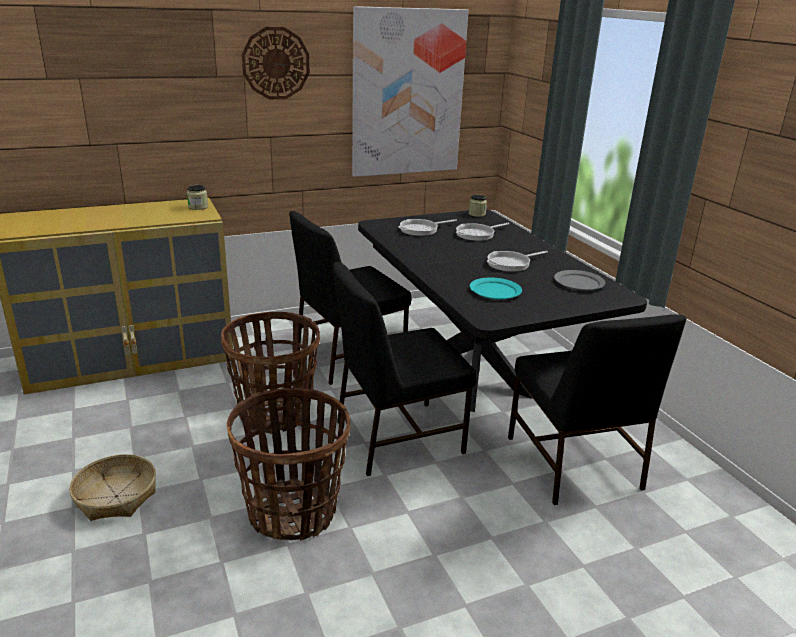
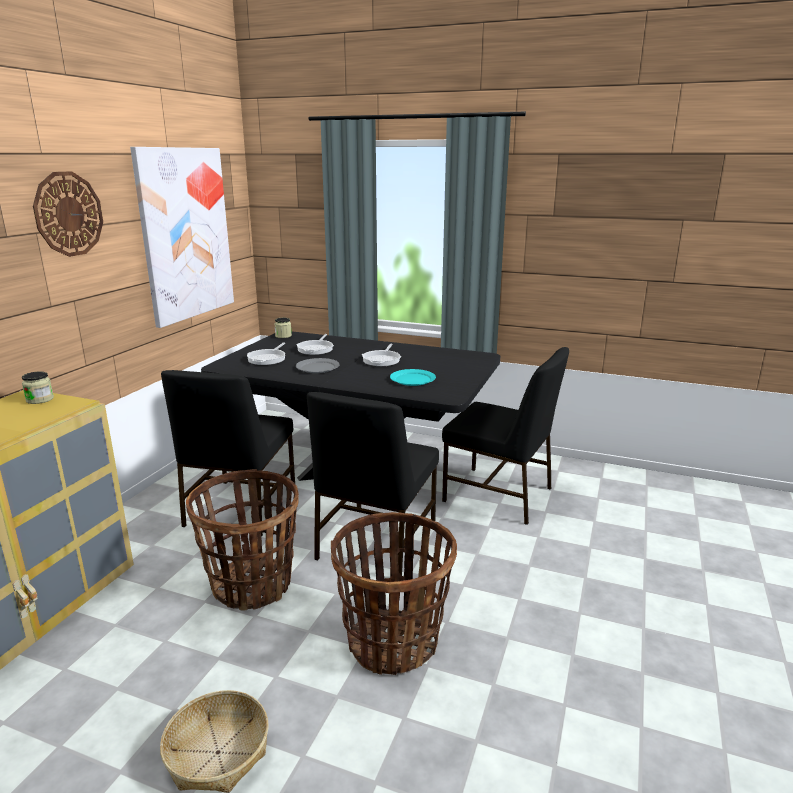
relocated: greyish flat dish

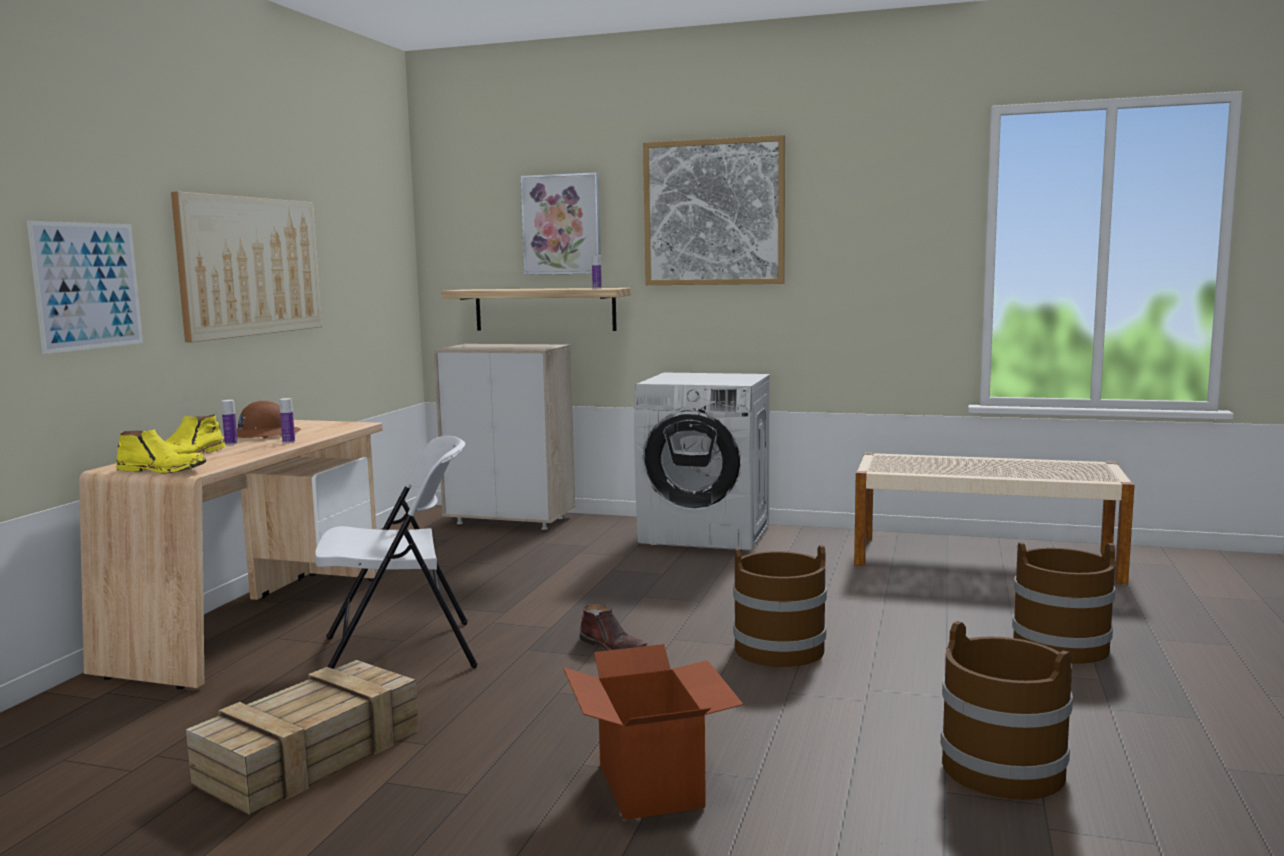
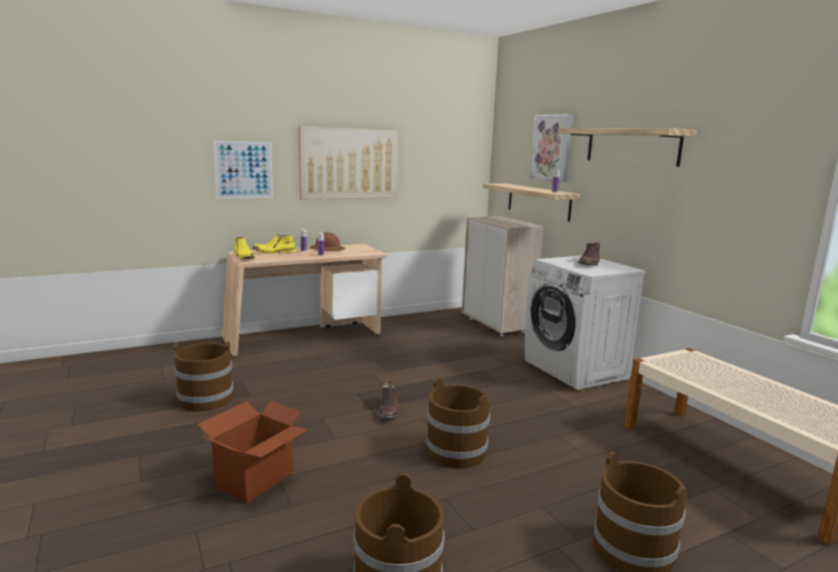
missing: white-coloured plain chair
appeared: brown-coloured tall boot (no. 2 from left)
exchanged: crate to brown-coloured bucket (no. 1 from left); picture (no. 4 from left) to wall shelf (no. 2 from left)

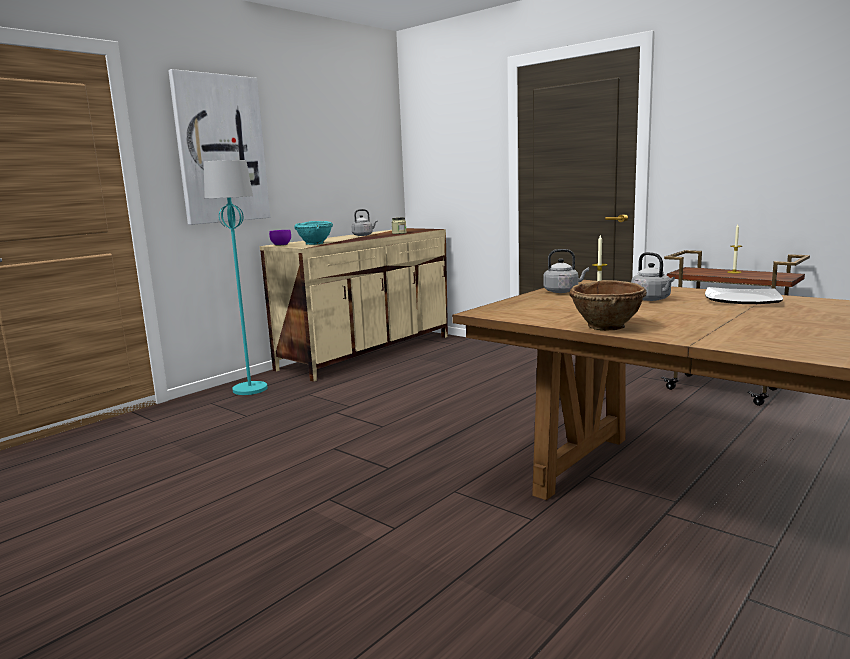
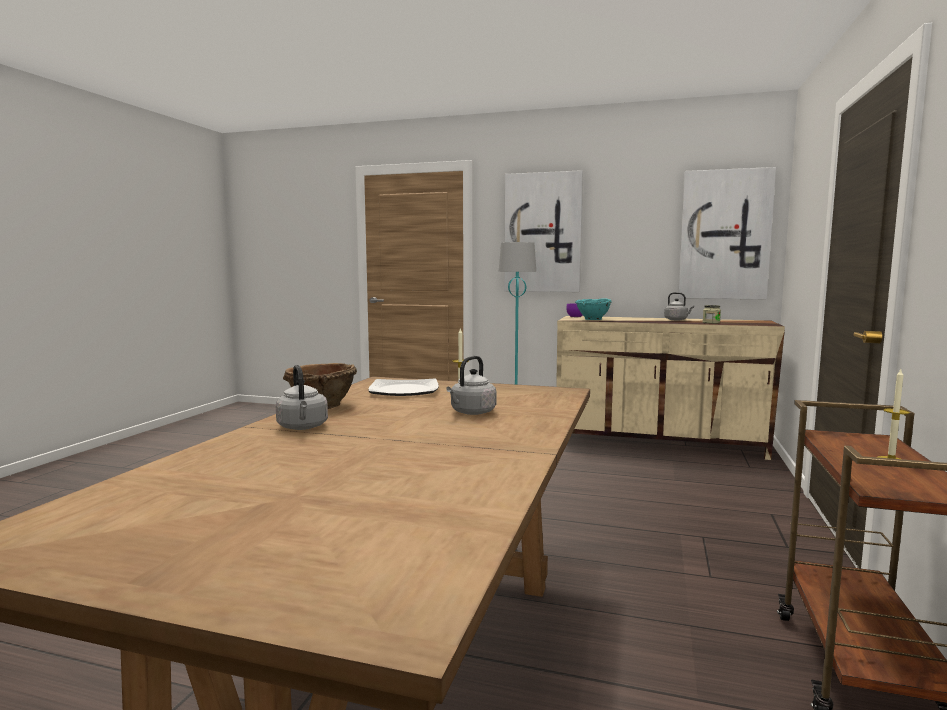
appeared: picture (no. 2 from left)
relocated: greyish water kettle (no. 2 from left in the first image) to greyish water kettle (no. 1 from left); flat dish

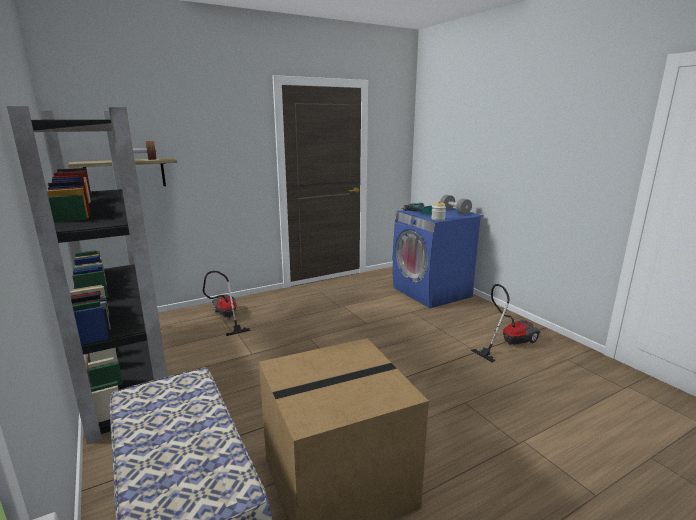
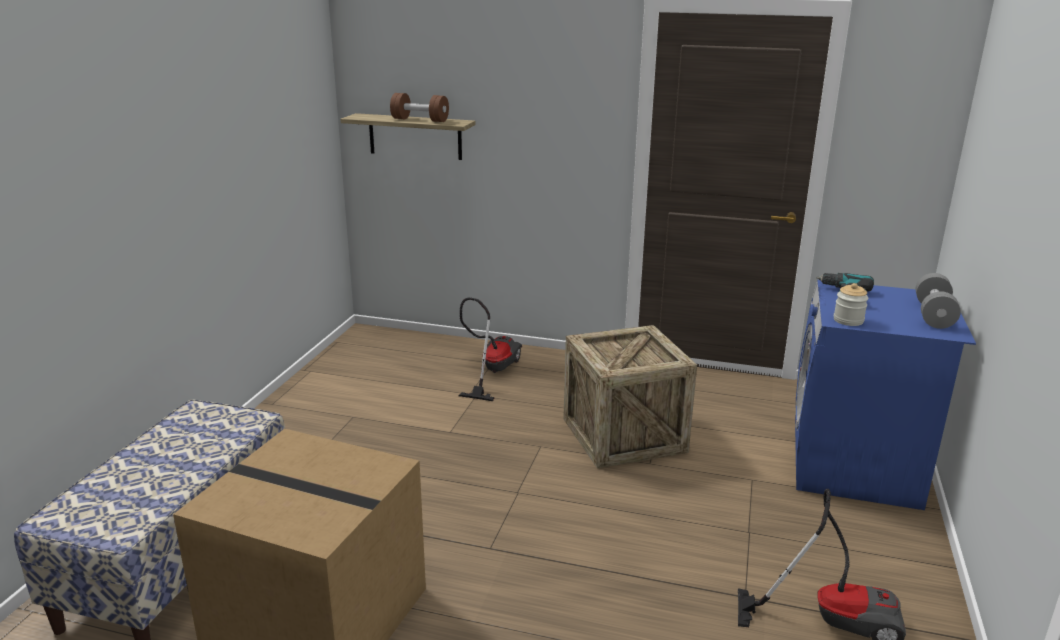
missing: black bookshelf
appeared: crate

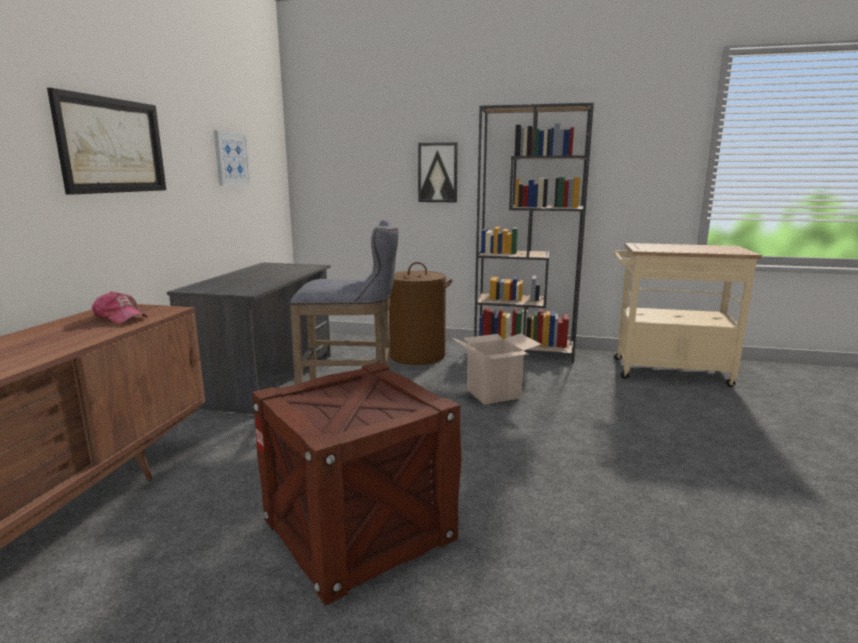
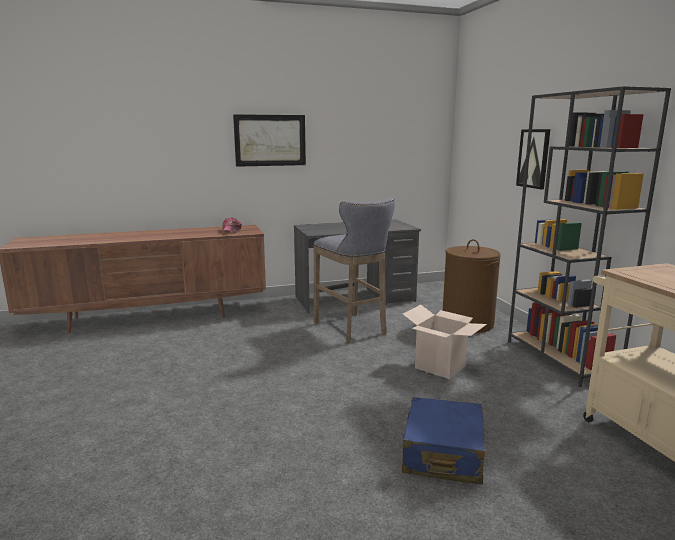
missing: picture (no. 2 from left); crate
appeared: bluish piece of luggage

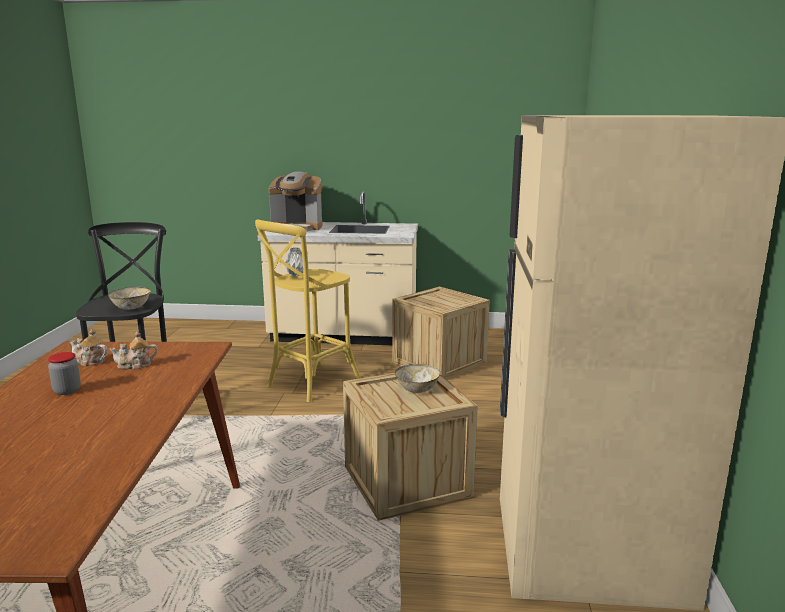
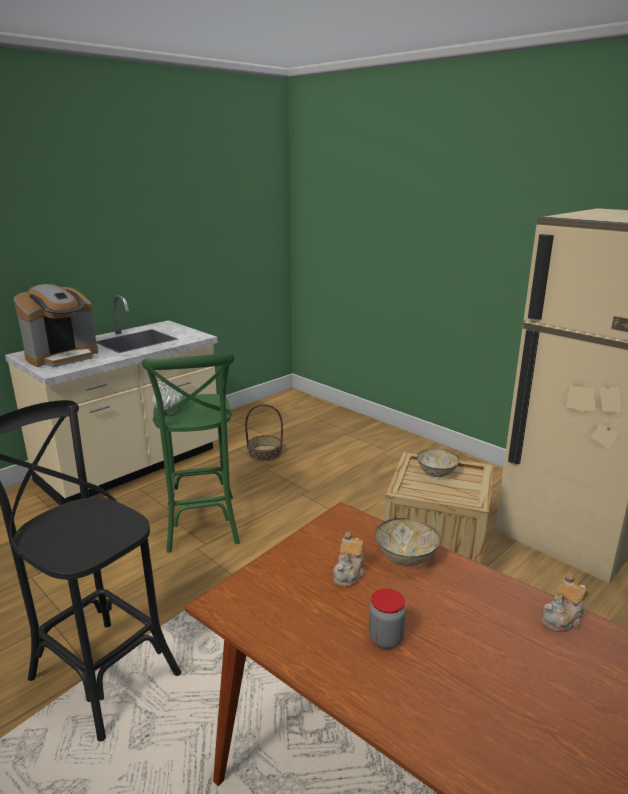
relocated: teapot (no. 1 from left in the first image) to teapot (no. 2 from left); serving bowl (no. 1 from left)
exchanged: crate (no. 2 from left) to household basket
colour: yellowish stool seat to green stool seat

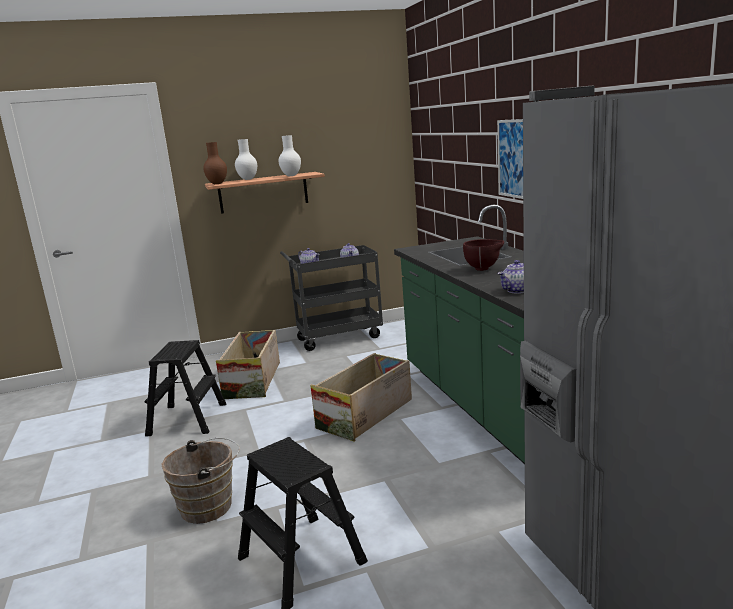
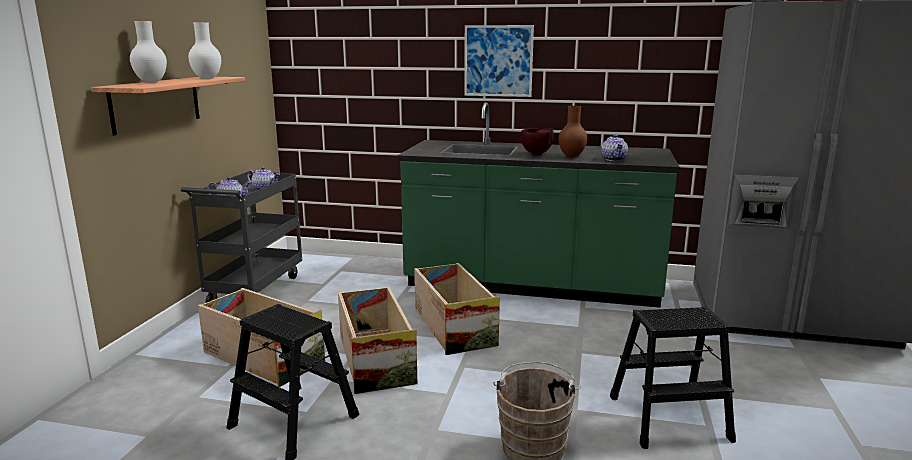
appeared: crate (no. 2 from left)
relocated: brown-coloured vase

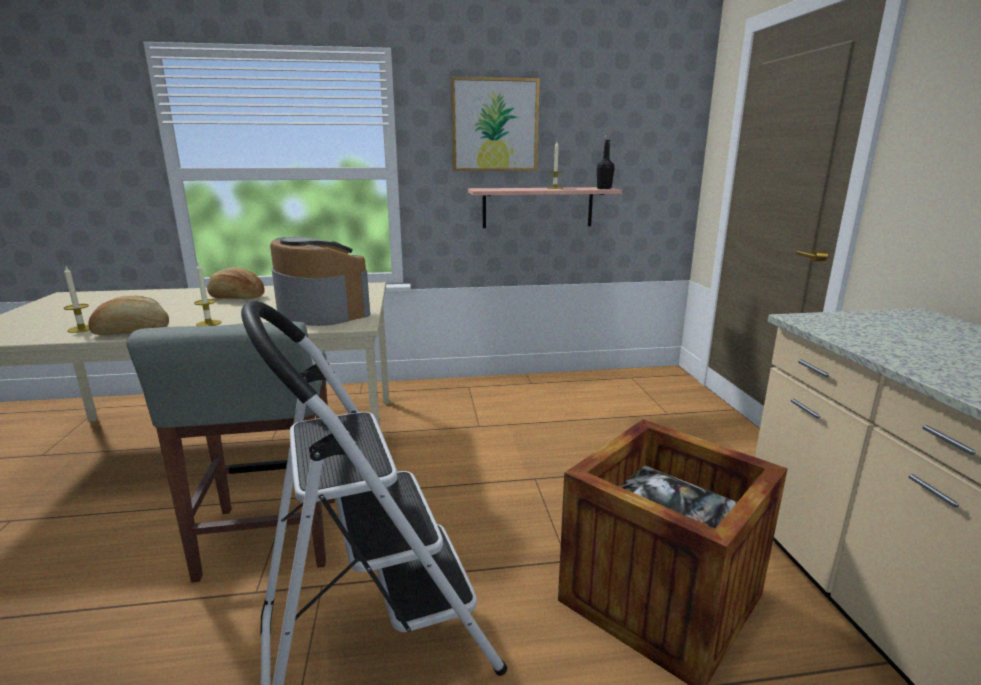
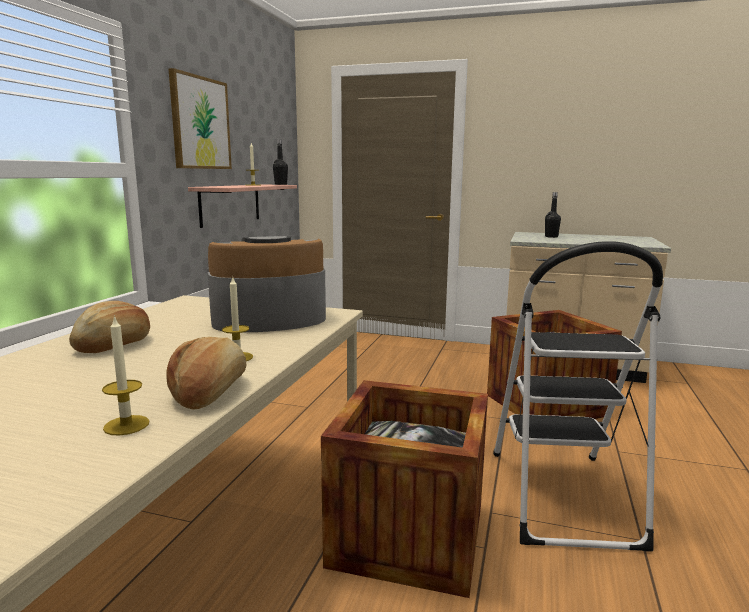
appeared: black beverage bottle (no. 2 from left)
exchanged: greyish stool seat to crate (no. 1 from left)

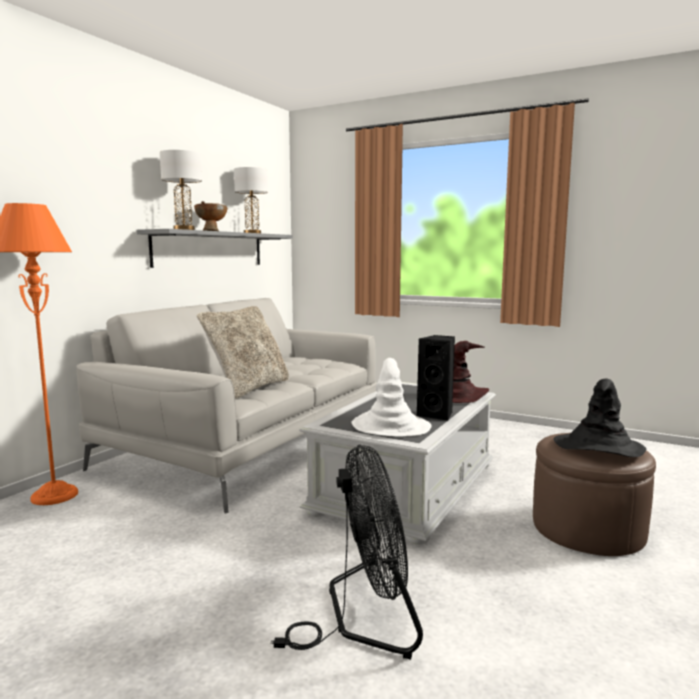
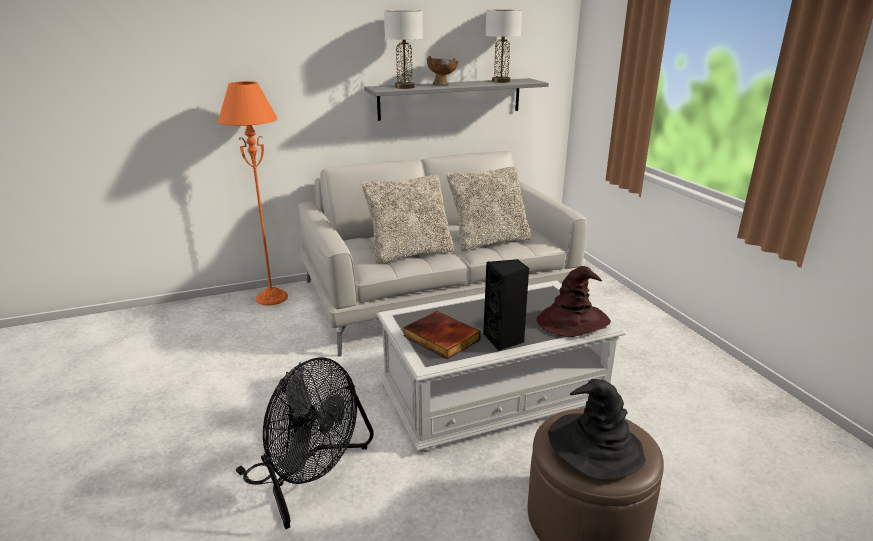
appeared: beige pillow (no. 2 from left)
exchanged: white-coloured clothing hat to volume

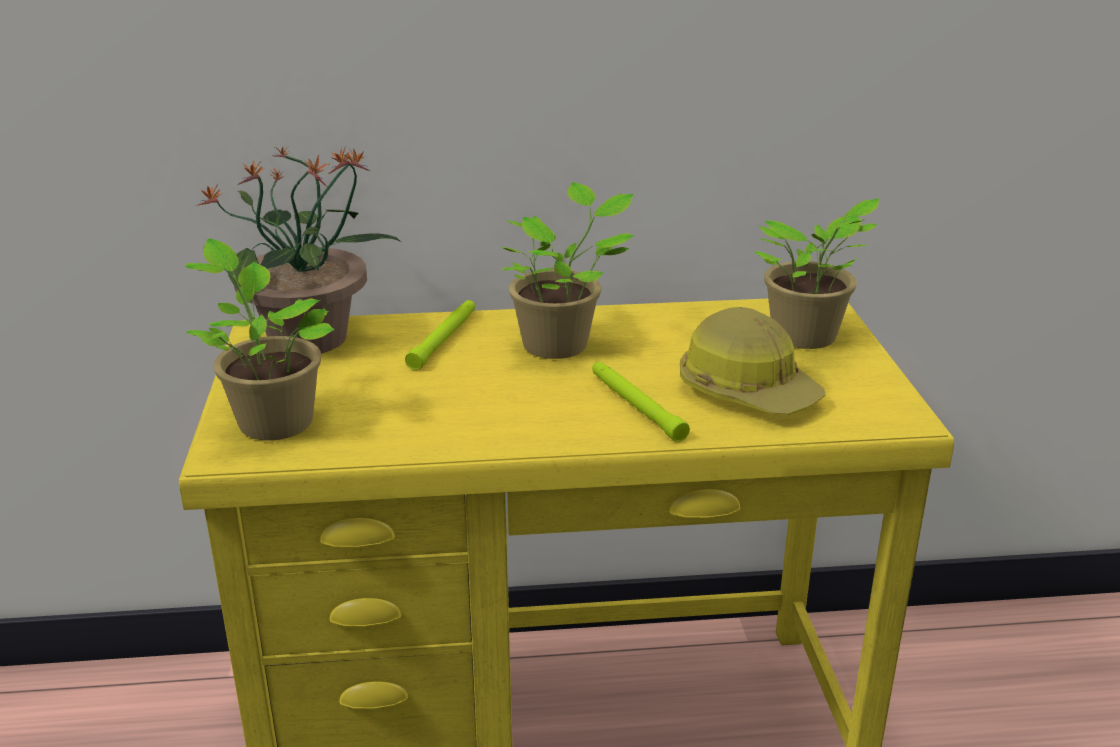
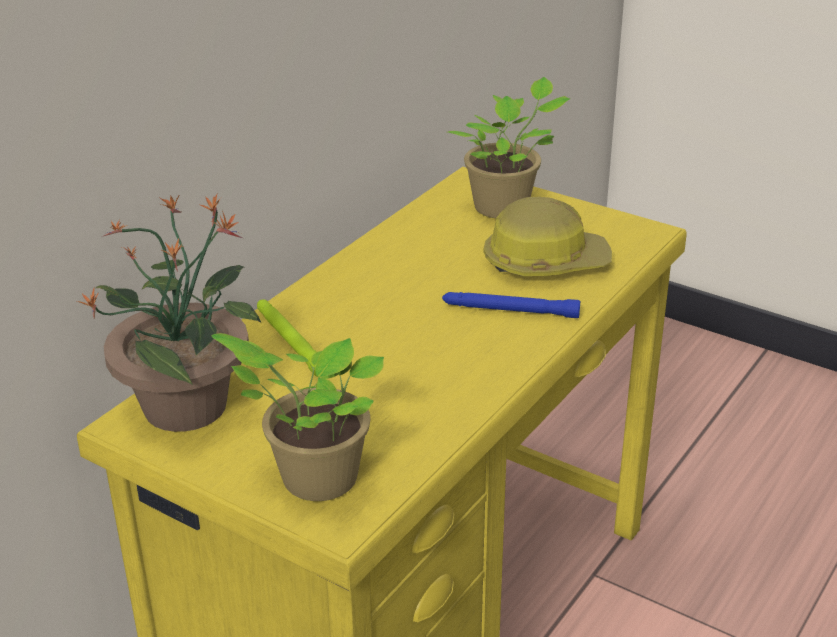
missing: potted plant (no. 3 from left)
colour: green hand torch (no. 2 from left) to bluish hand torch

